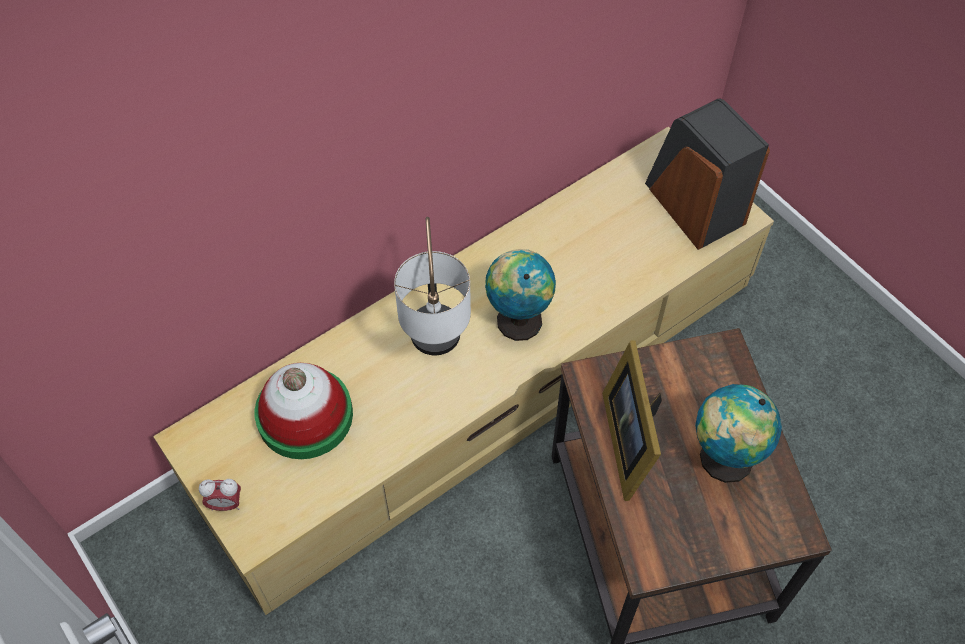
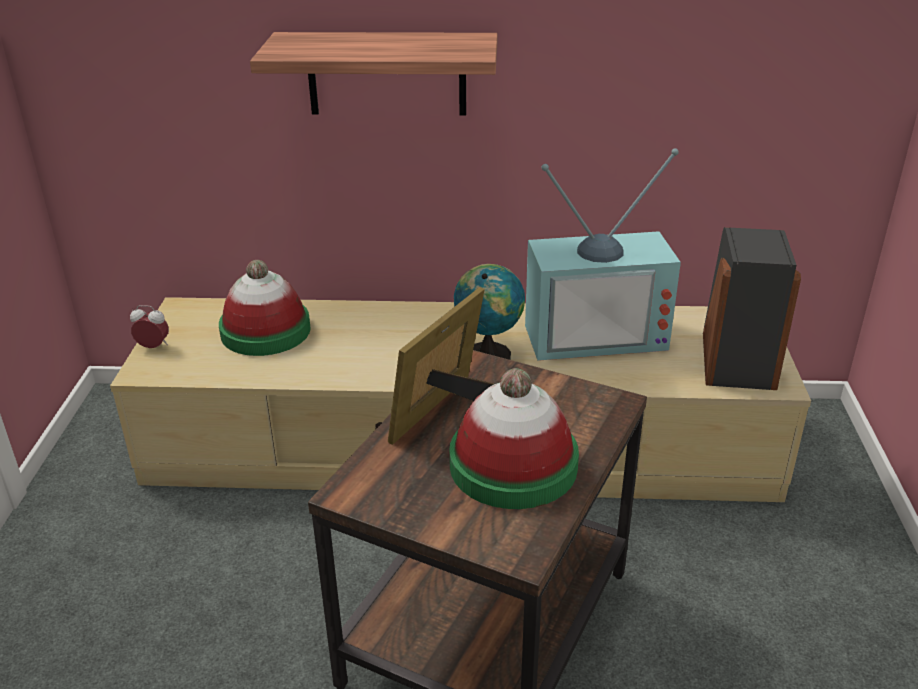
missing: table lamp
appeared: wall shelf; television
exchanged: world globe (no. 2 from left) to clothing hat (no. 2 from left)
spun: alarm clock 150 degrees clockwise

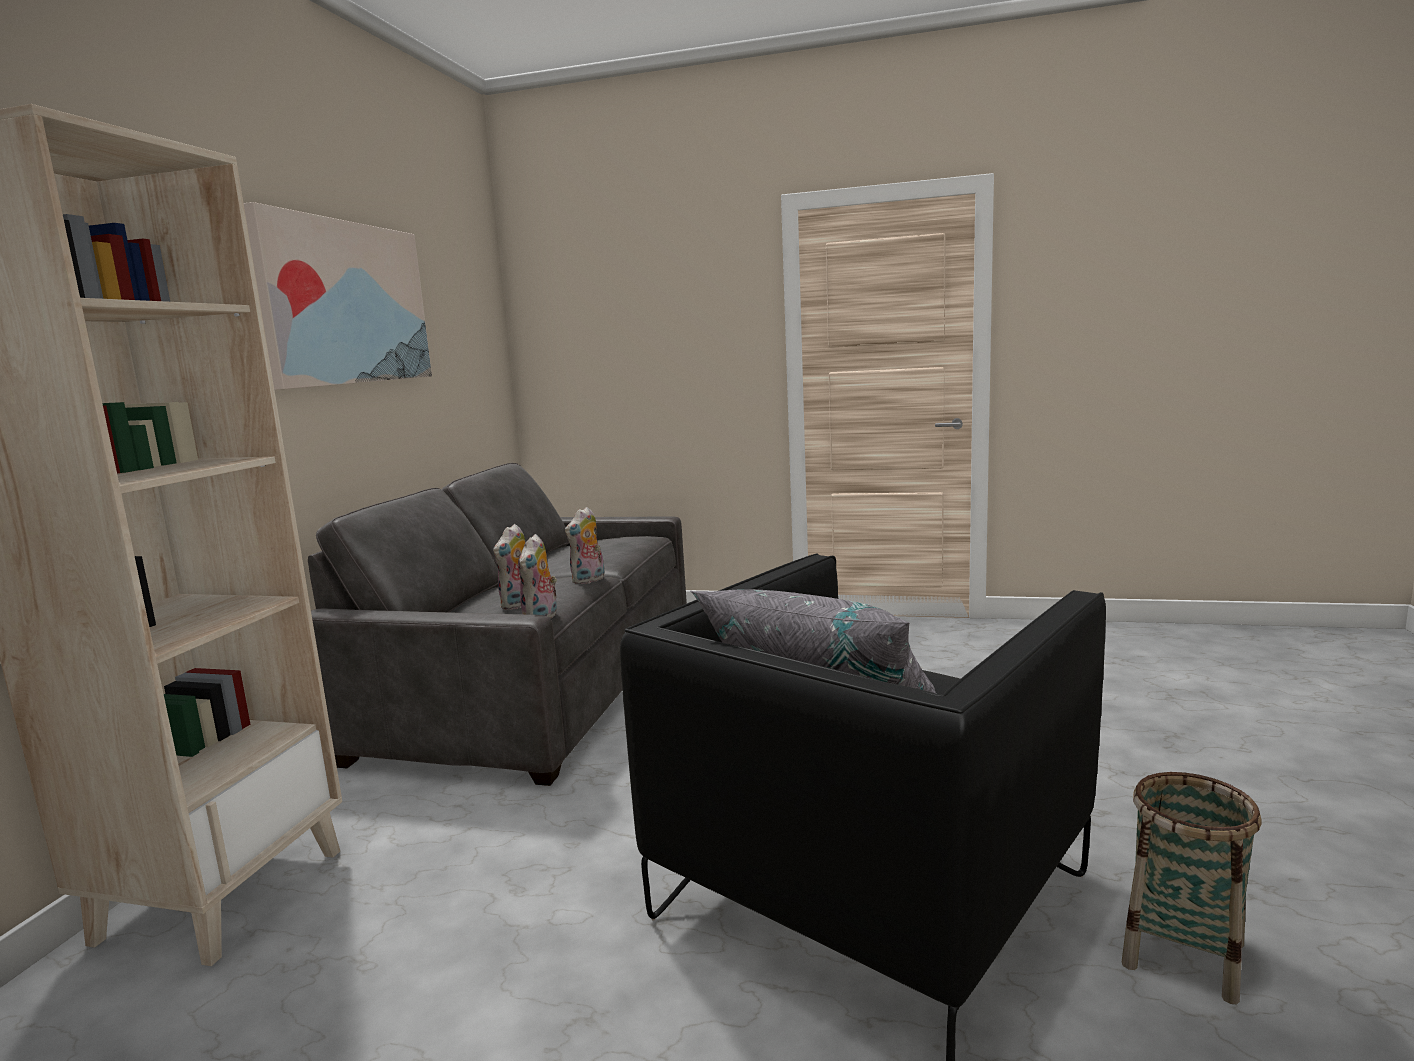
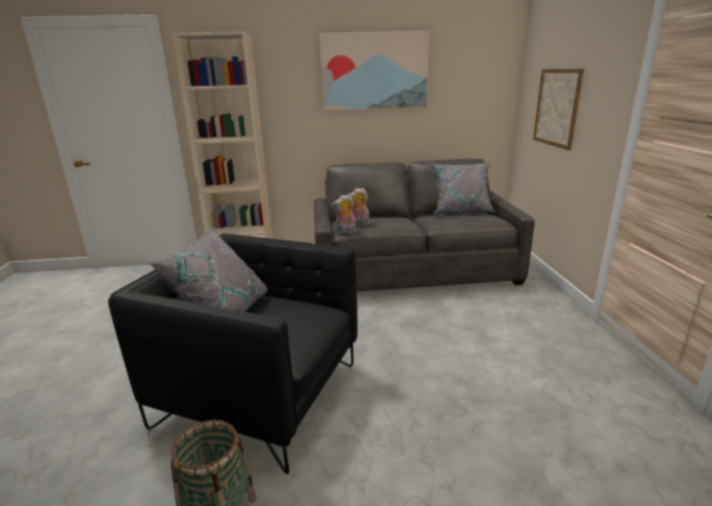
missing: cuddly toy (no. 3 from left)
appeared: greyish pillow (no. 2 from left); picture (no. 2 from left)

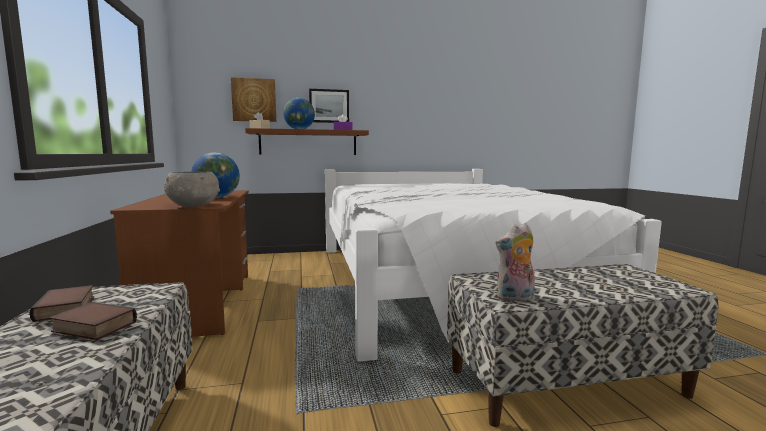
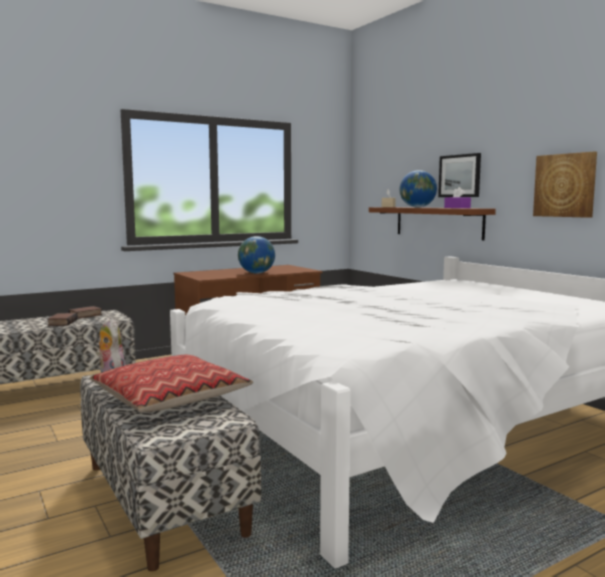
missing: greyish serving bowl
appeared: pillow
relocated: picture (no. 1 from left in the first image) to picture (no. 2 from left)

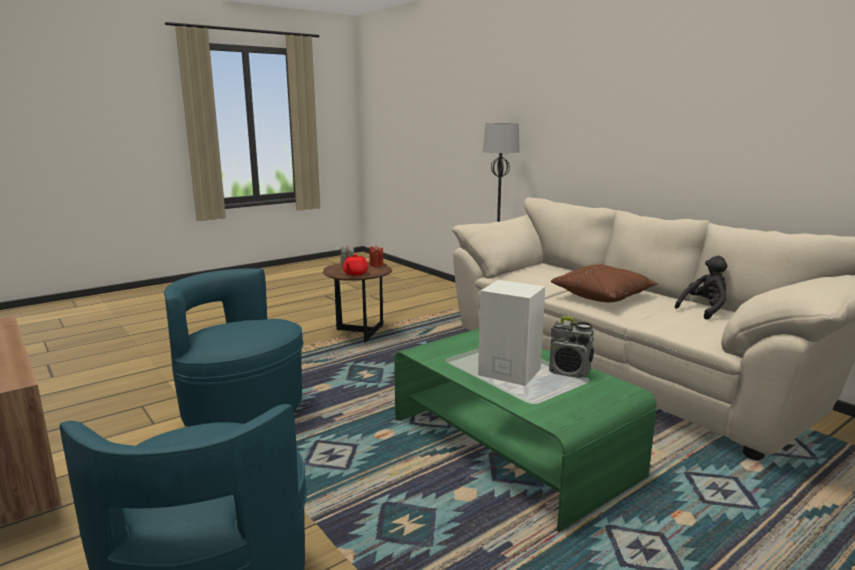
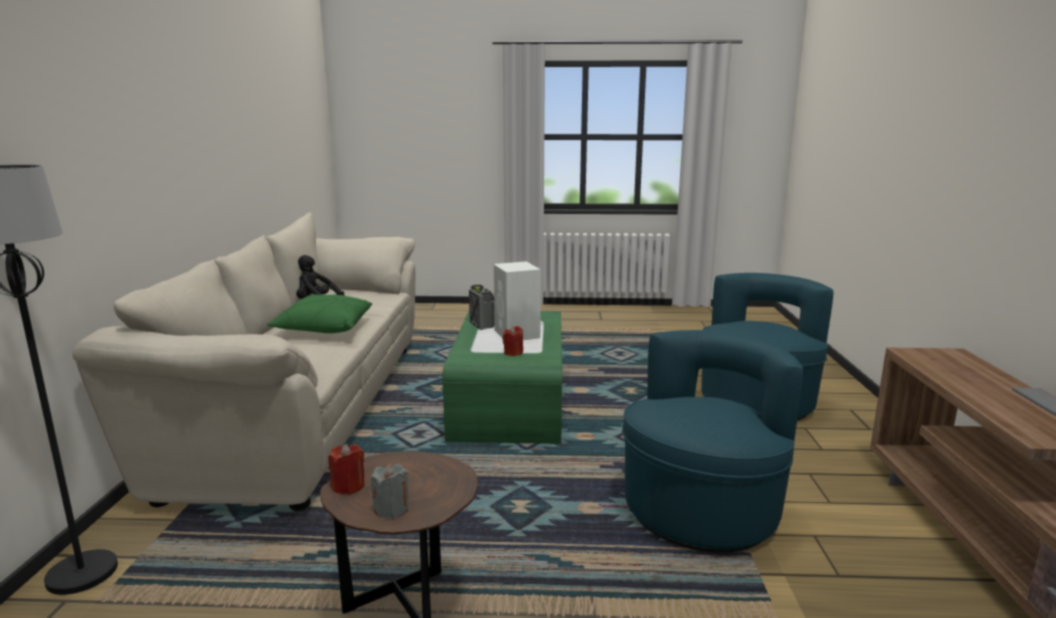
missing: reddish teapot
appeared: reddish candle (no. 2 from left)
colour: brown-coloured pillow to green pillow
spun: turquoise lounge chair (no. 2 from left in the first image) 120 degrees counterclockwise

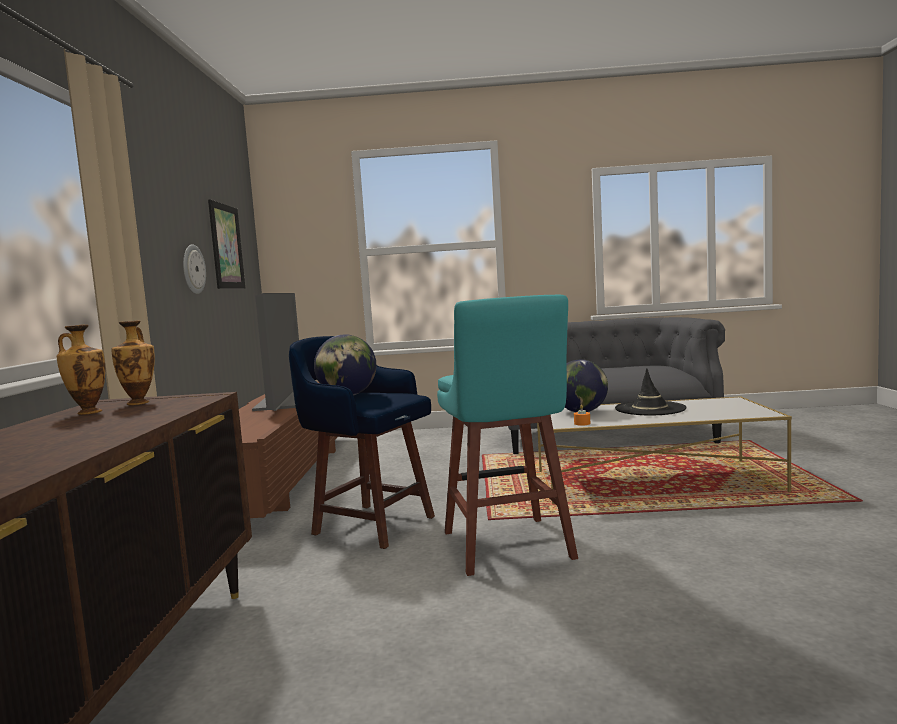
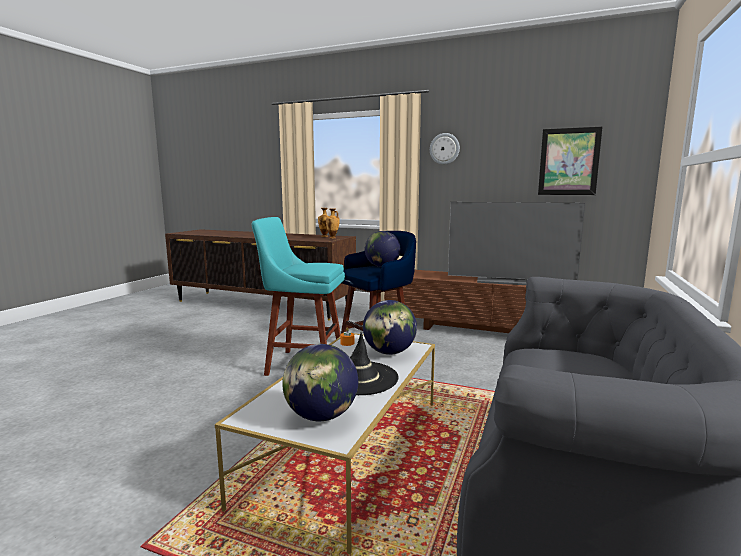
appeared: world globe (no. 1 from left)
relocated: wall clock

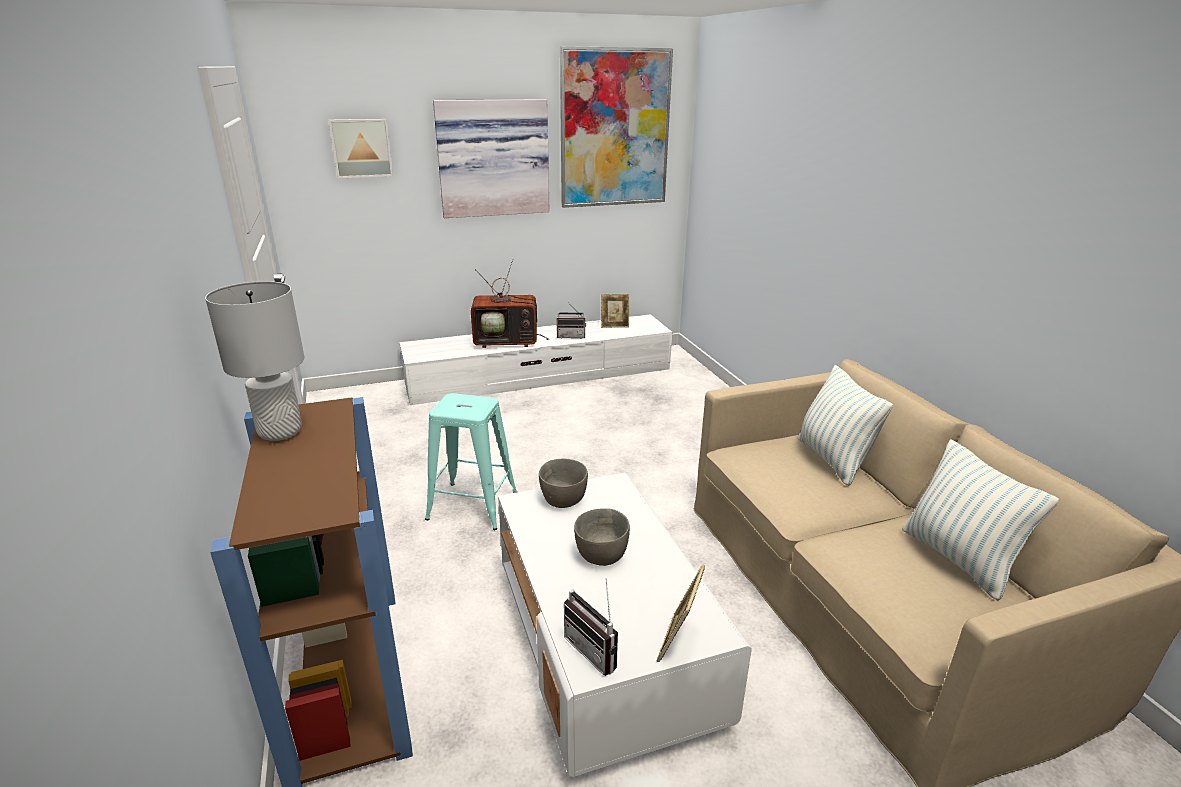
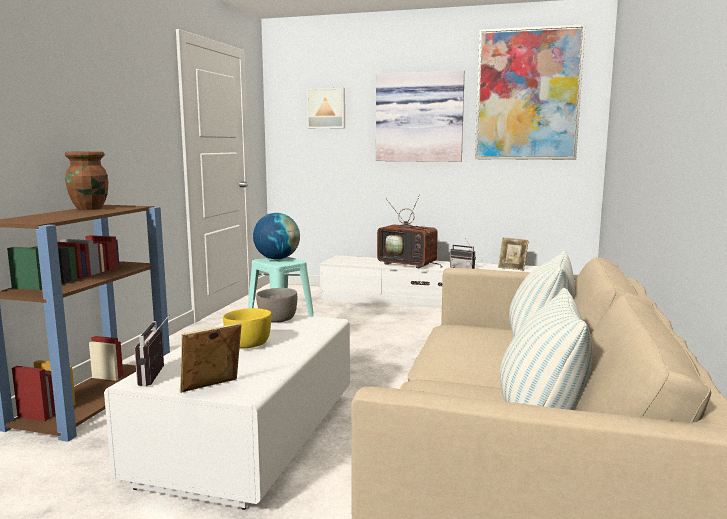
appeared: world globe
exchanged: greyish table lamp to brown-coloured vase
colour: greyish serving bowl (no. 2 from left) to yellowish serving bowl

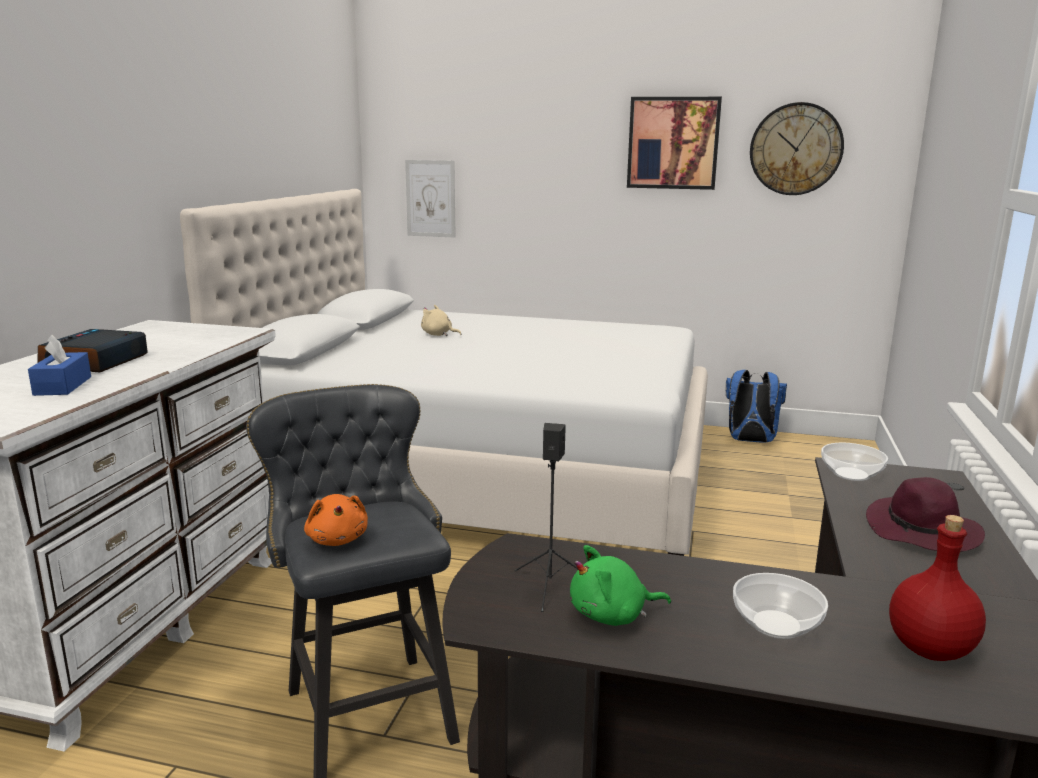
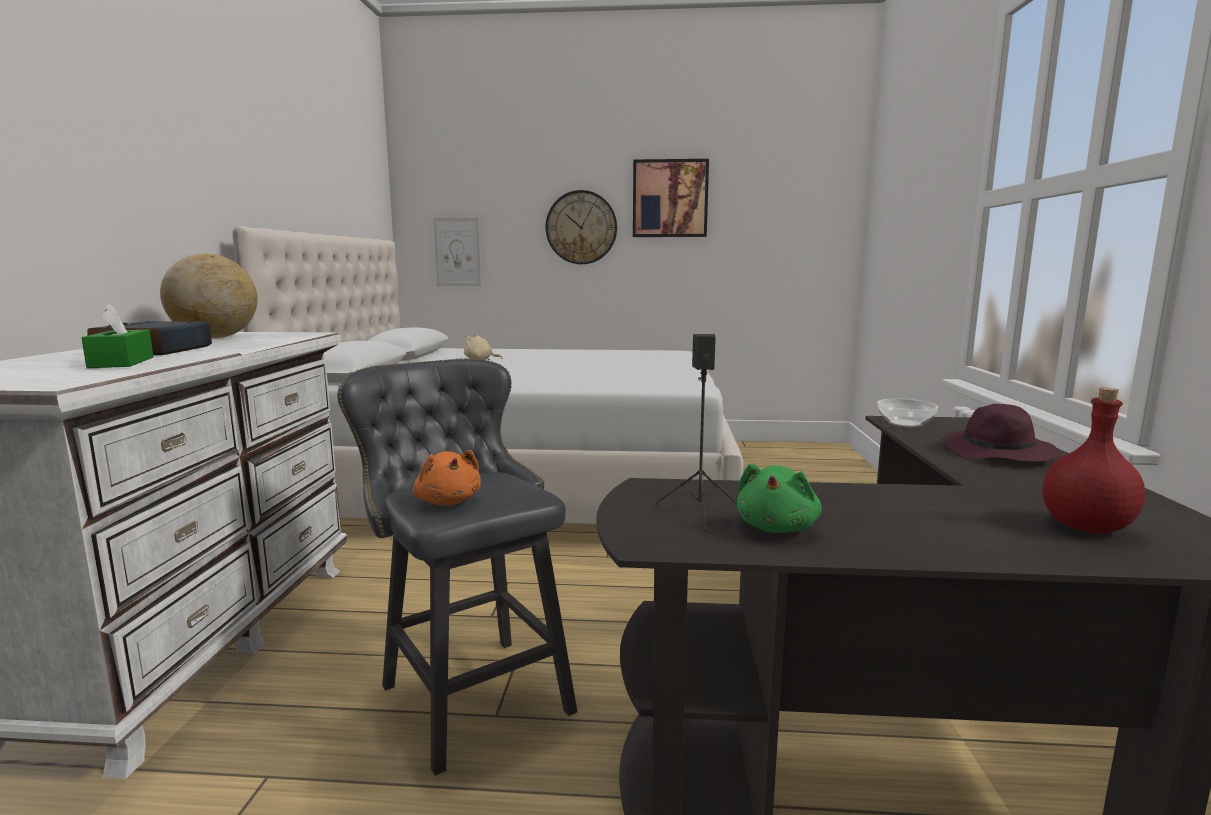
missing: bluish knapsack; serving bowl (no. 1 from left)
appeared: world globe
relocated: wall clock
colour: bluish box of tissues to green box of tissues
spun: green cuddly toy 45 degrees counterclockwise

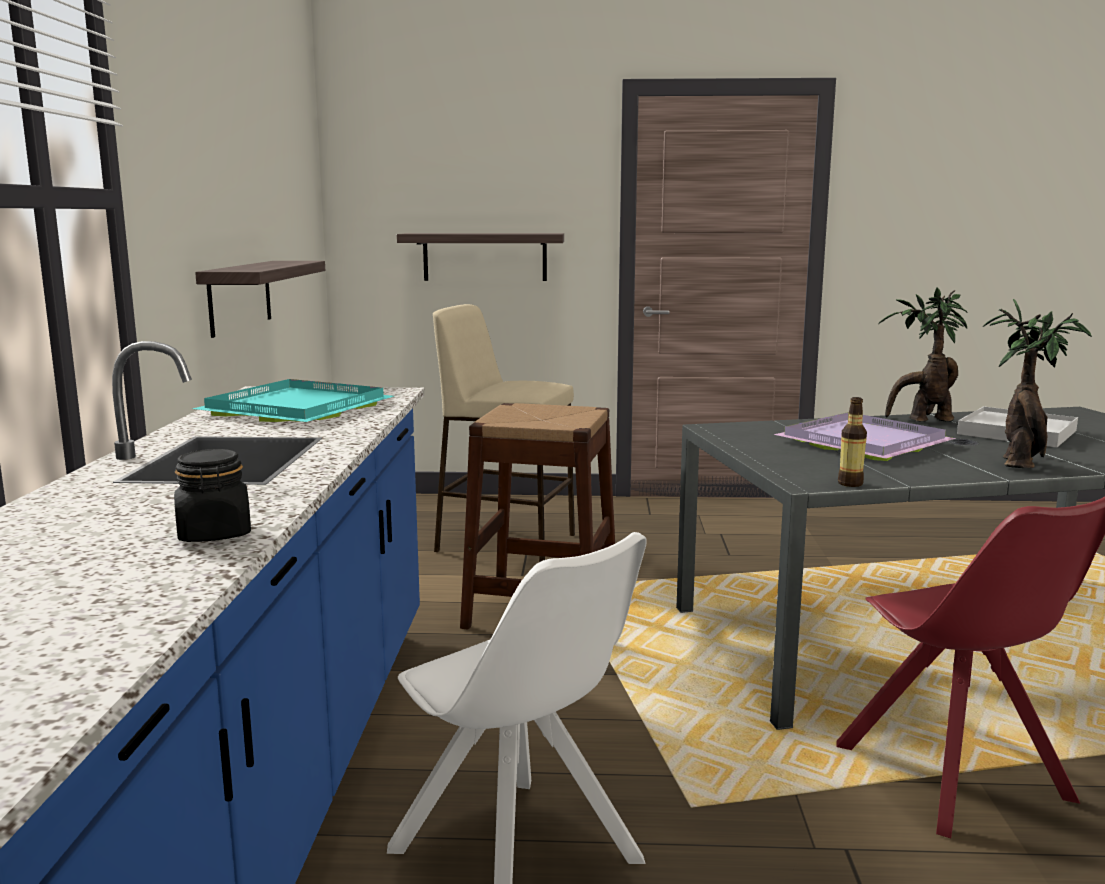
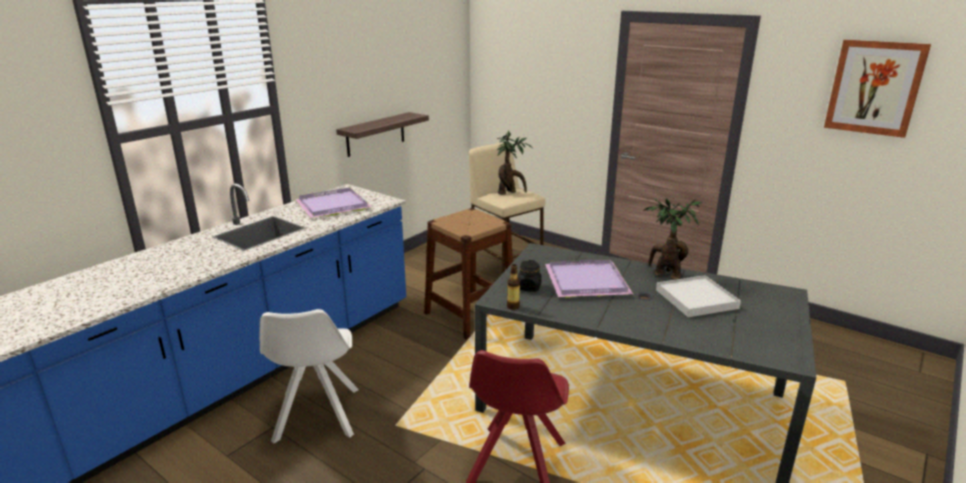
missing: wall shelf (no. 2 from left)
appeared: picture
relocated: black preserve jar; potted plant (no. 2 from left in the first image) to potted plant (no. 1 from left)
colour: turquoise tray to purple tray (no. 1 from left)

